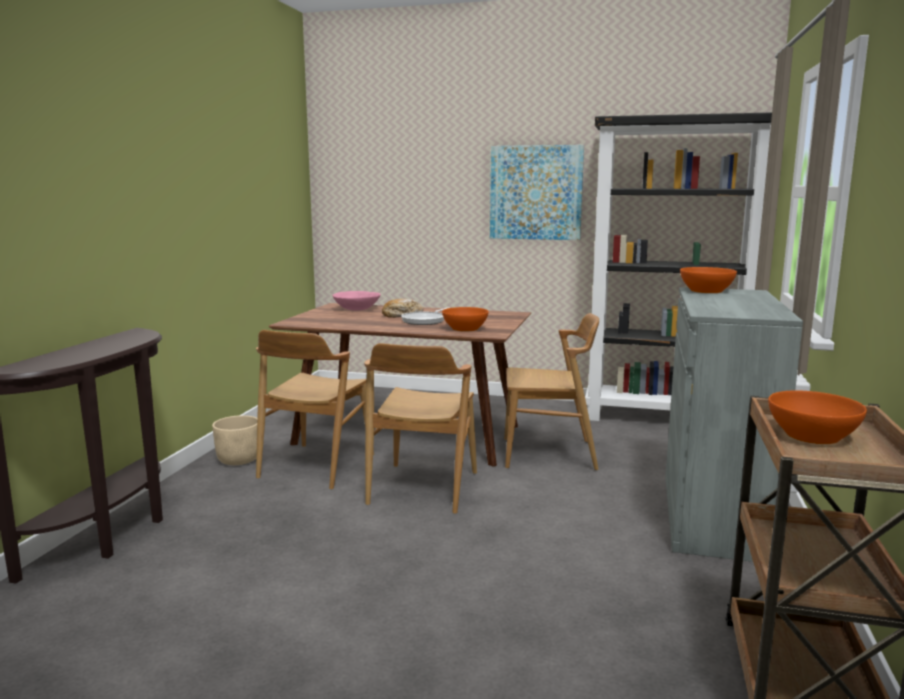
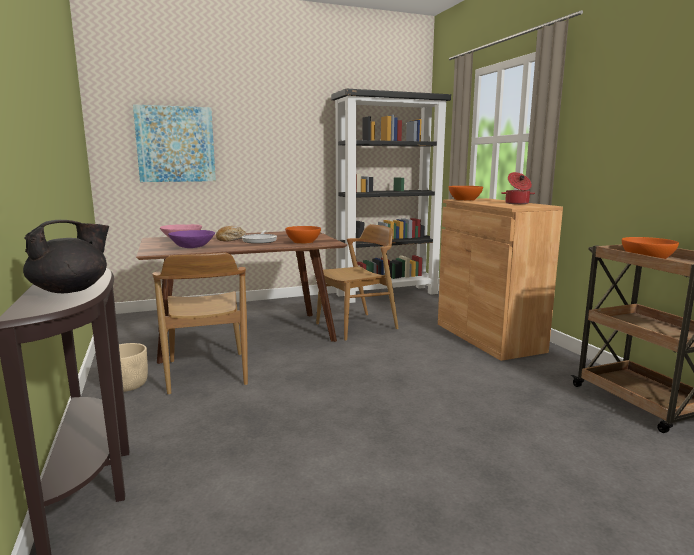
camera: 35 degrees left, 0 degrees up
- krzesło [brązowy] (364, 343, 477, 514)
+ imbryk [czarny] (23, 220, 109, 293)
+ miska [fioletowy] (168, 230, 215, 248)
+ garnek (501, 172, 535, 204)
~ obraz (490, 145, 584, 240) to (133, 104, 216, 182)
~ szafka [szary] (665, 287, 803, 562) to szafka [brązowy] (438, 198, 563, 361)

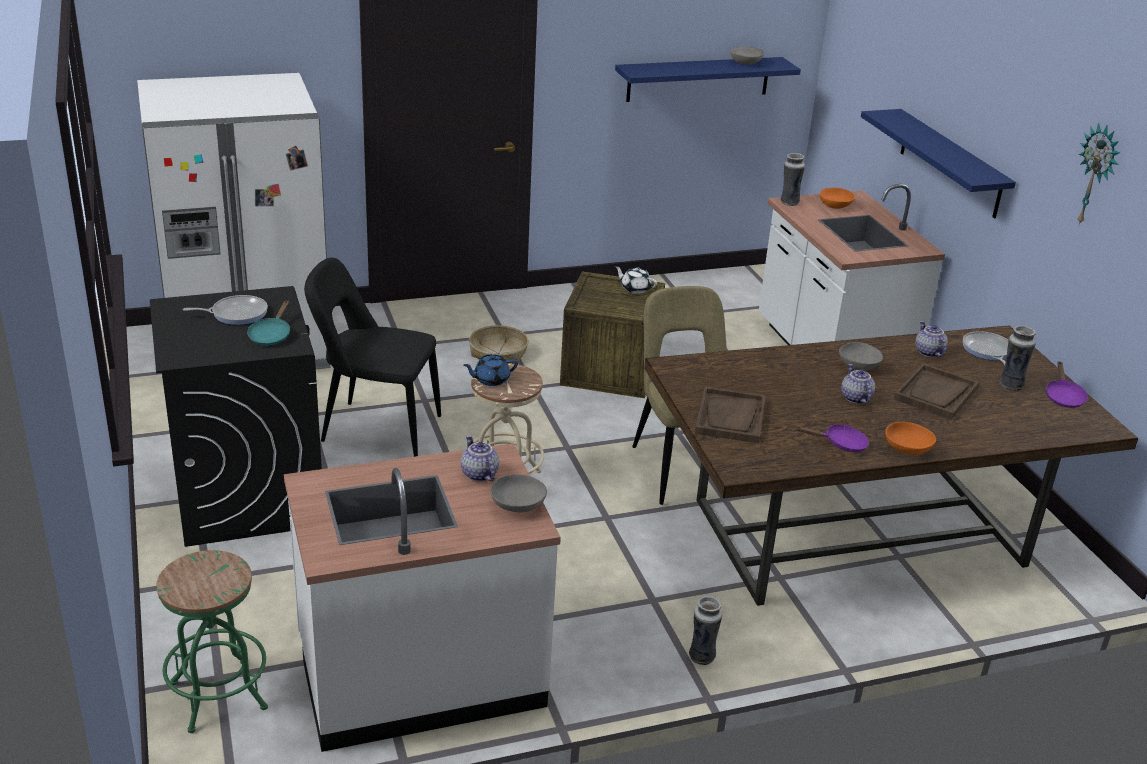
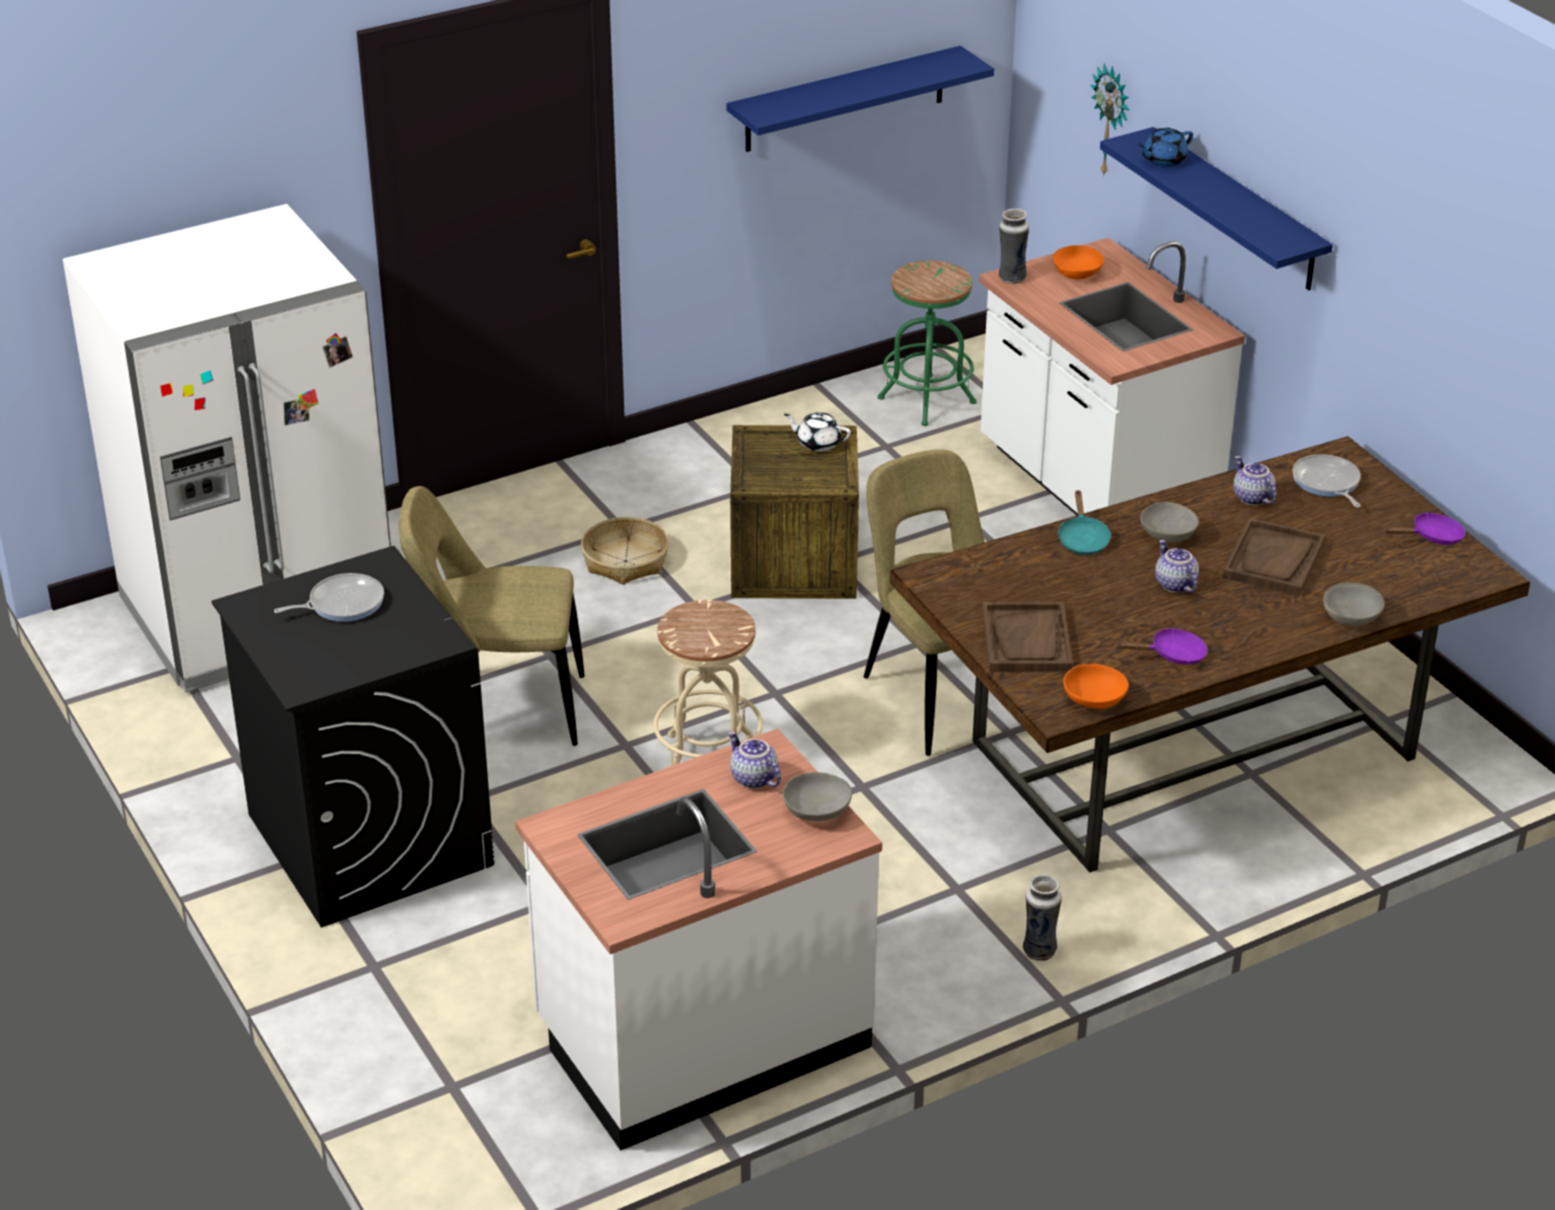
camera: 10 degrees left, 5 degrees up
- wazon (999, 325, 1036, 391)
~ stołek [zielony] (157, 550, 268, 733) to (878, 261, 977, 426)
~ patelnia [turkusowy] (247, 300, 290, 346) to (1057, 490, 1111, 555)
~ imbryk [niebieski] (463, 354, 518, 386) to (1137, 127, 1193, 167)
~ miska [szary] (731, 47, 764, 65) to (1323, 583, 1385, 626)
~ miska [pomarańczowy] (885, 422, 936, 455) to (1063, 664, 1129, 709)
~ zegar ścienny (1077, 123, 1120, 225) to (1091, 63, 1129, 177)
~ krzesło [czarny] (304, 258, 441, 457) to krzesło [beżowy] (399, 486, 585, 746)
~ patelnia [fioletowy] (1045, 361, 1088, 408) = (1383, 512, 1466, 545) 105 degrees counterclockwise

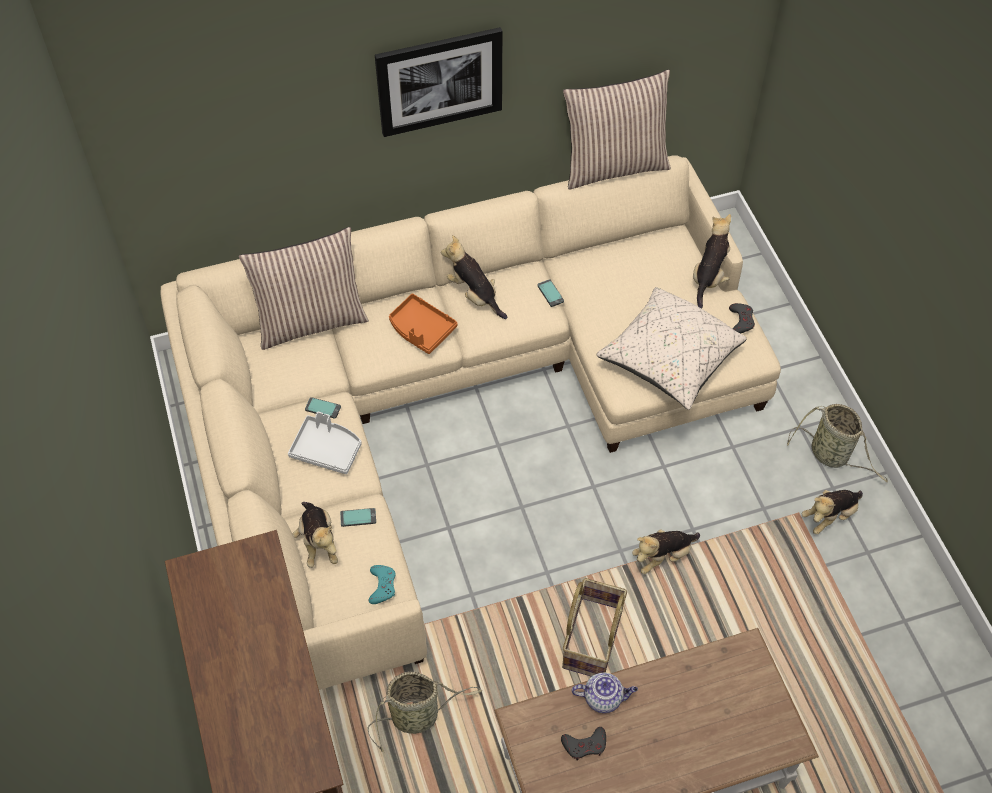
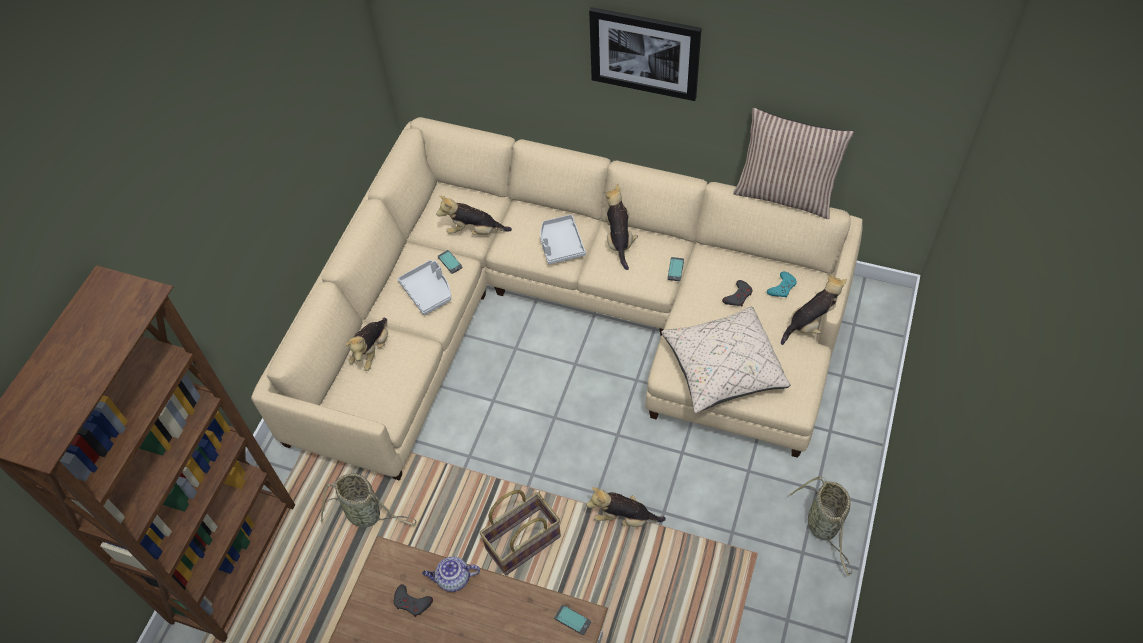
camera: 40 degrees right, 0 degrees up
- poduszka (239, 227, 369, 350)
~ telefon (340, 508, 376, 527) to (554, 605, 591, 635)
~ pad do gier [turkusowy] (368, 565, 396, 604) to (767, 271, 797, 298)
~ pad do gier [szary] (729, 303, 755, 334) to (722, 280, 752, 307)
~ pluszak (802, 490, 863, 534) to (436, 196, 512, 235)
~ taca [pomarańczowy] (389, 293, 458, 354) to taca [szary] (540, 215, 586, 264)
~ imbryk (572, 673, 638, 713) = (422, 556, 480, 592) 135 degrees clockwise

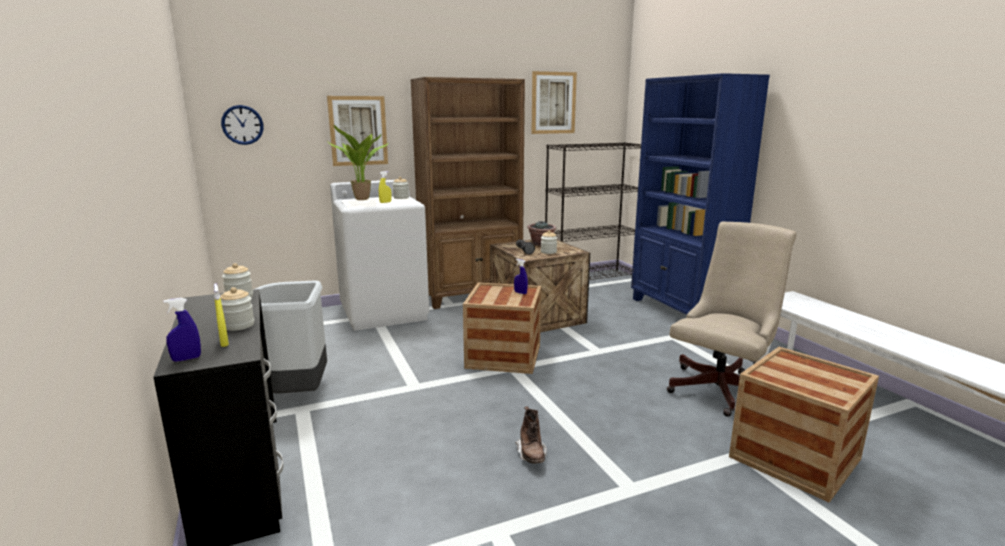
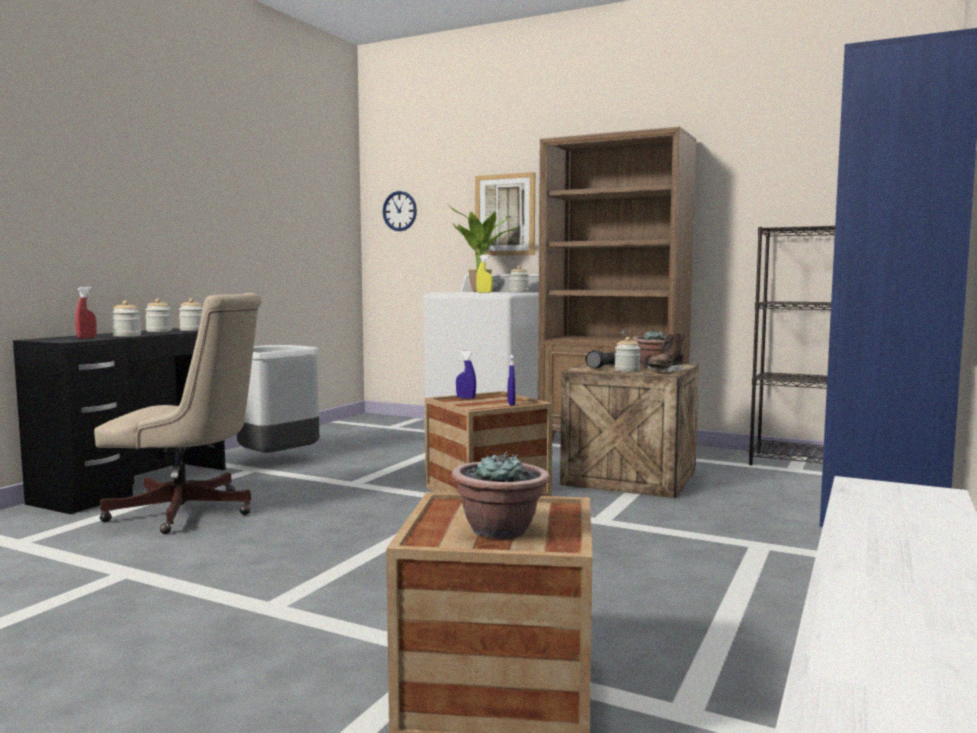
camera: 50 degrees right, 10 degrees down
- obraz (531, 71, 577, 134)
+ słoik (145, 298, 172, 332)
+ roślina doniczkowa (451, 451, 550, 540)
~ spryskiwacz [niebieski] (163, 298, 201, 362) to (456, 350, 476, 399)
~ but z cholewką [brązowy] (515, 406, 547, 464) to (647, 332, 685, 372)
~ krzesło biurowe [beżowy] (667, 222, 796, 417) to (94, 293, 262, 534)
~ spryskiwacz [żółty] (214, 283, 229, 347) to spryskiwacz [czerwony] (75, 287, 97, 339)

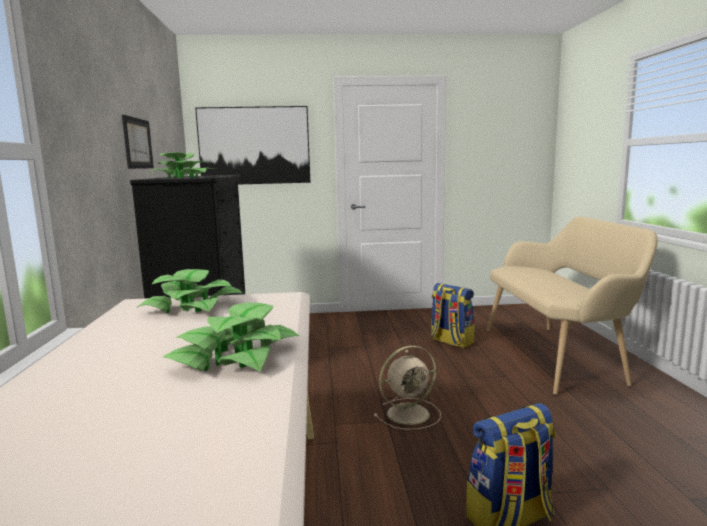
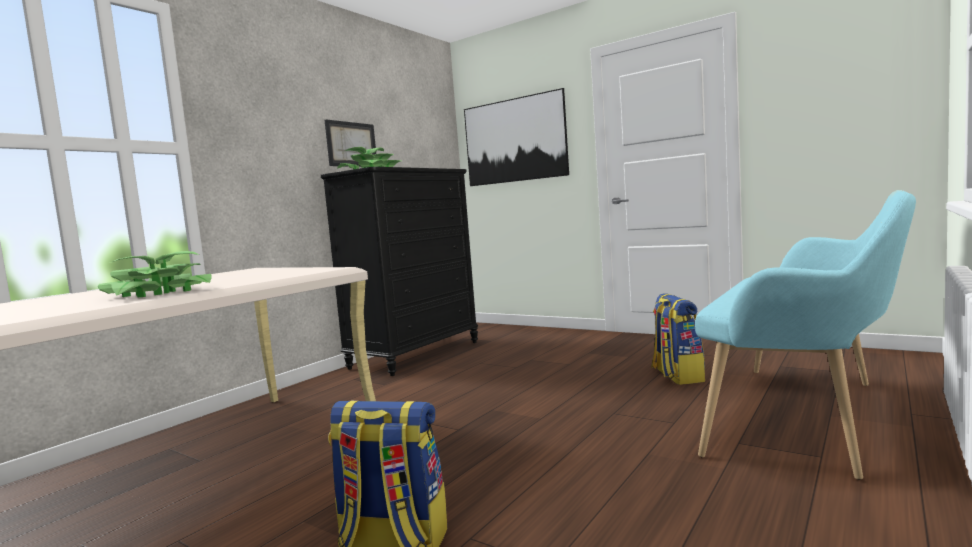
camera: 40 degrees right, 5 degrees down
- roślina doniczkowa (136, 269, 242, 313)
- wentylator [beżowy] (374, 346, 441, 430)
~ ławka [beżowy] (487, 216, 658, 395) to ławka [turkusowy] (695, 190, 916, 480)

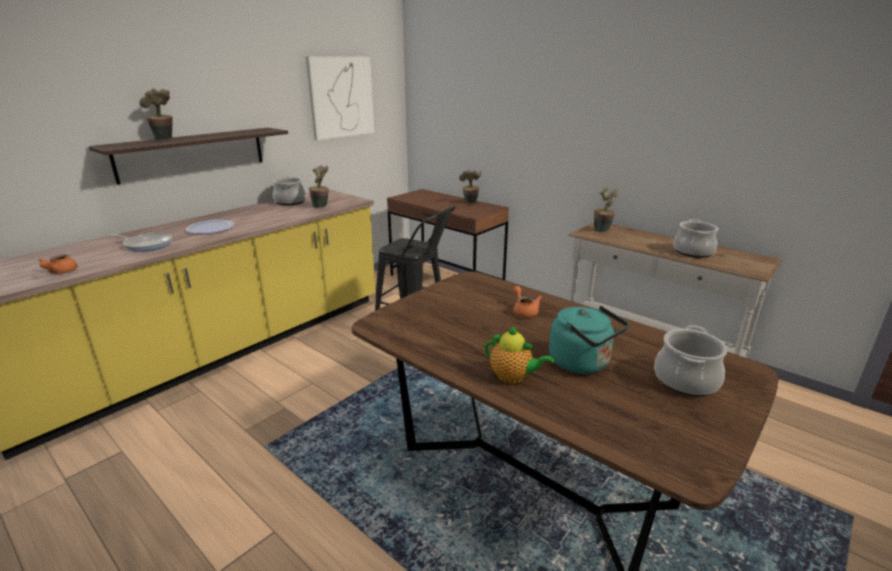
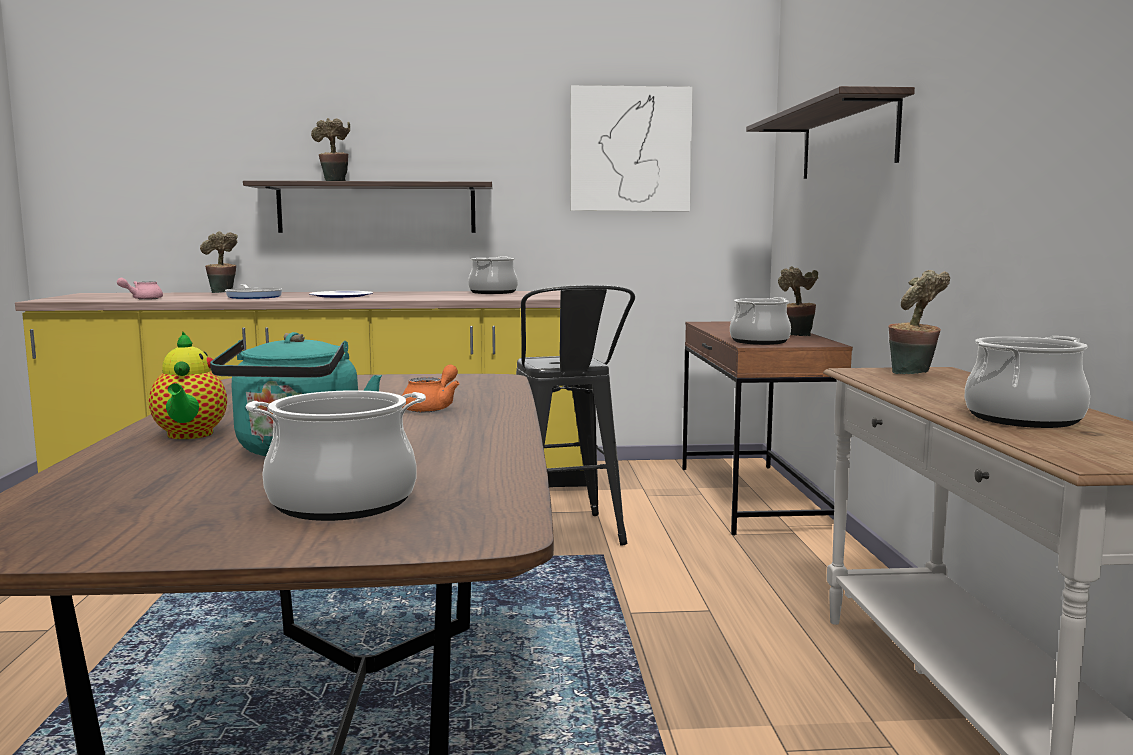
camera: 45 degrees right, 15 degrees down
+ garnek (730, 297, 791, 345)
+ półka (746, 86, 915, 179)
~ roślina doniczkowa (309, 166, 329, 208) to (200, 231, 238, 293)
~ imbryk [pomarańczowy] (39, 254, 78, 274) to imbryk [różowy] (117, 278, 163, 300)

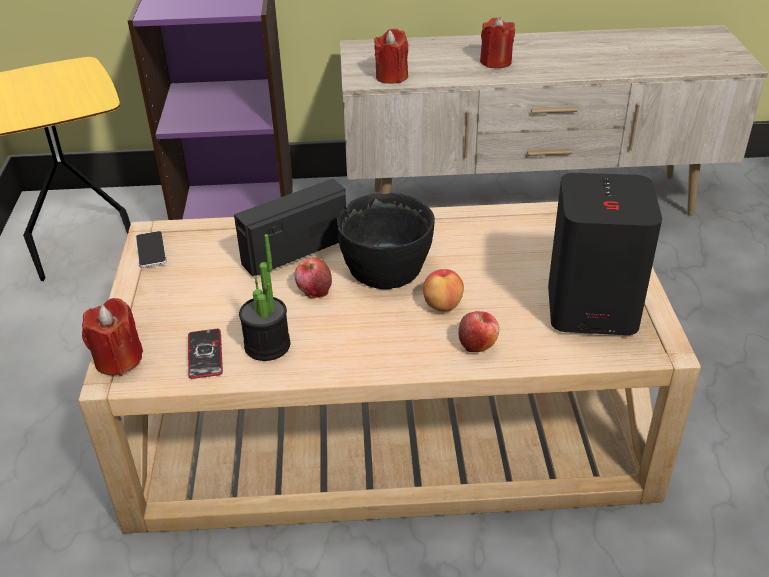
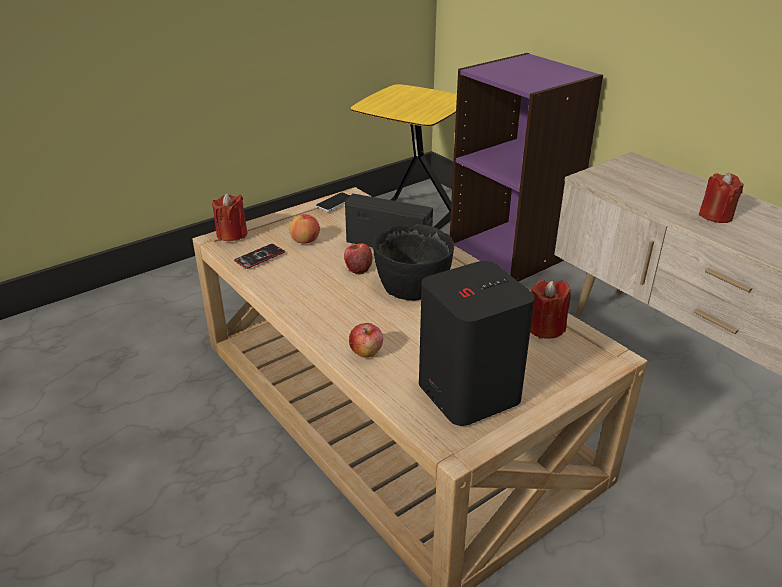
camera: 55 degrees right, 5 degrees down
- roślina doniczkowa (239, 234, 290, 361)
~ świeca [czerwony] (374, 29, 408, 84) to (530, 280, 571, 339)
~ jabłko (423, 269, 464, 311) to (289, 214, 320, 244)

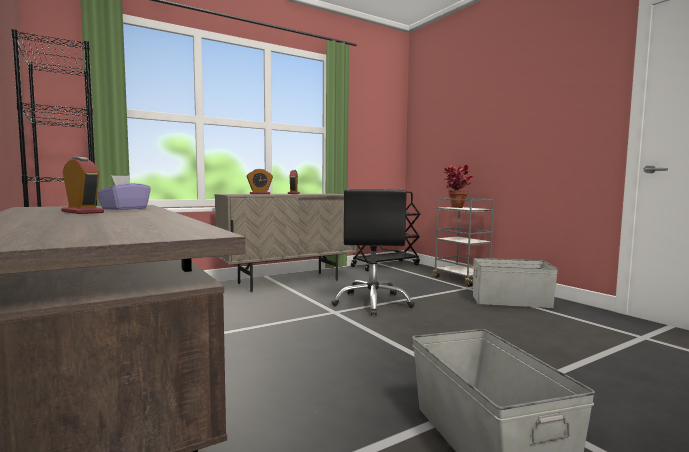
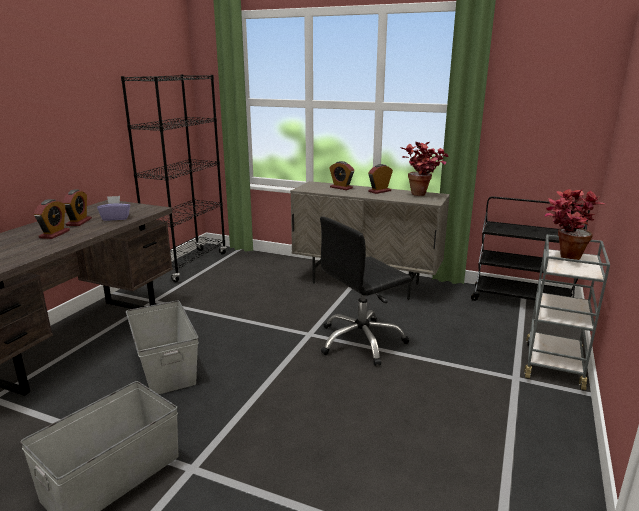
camera: 55 degrees right, 15 degrees up
+ budzik (34, 199, 70, 239)
+ roślina doniczkowa (400, 142, 449, 196)
~ pojemnik do przechowywania [szary] (473, 258, 558, 308) to (126, 301, 199, 394)

